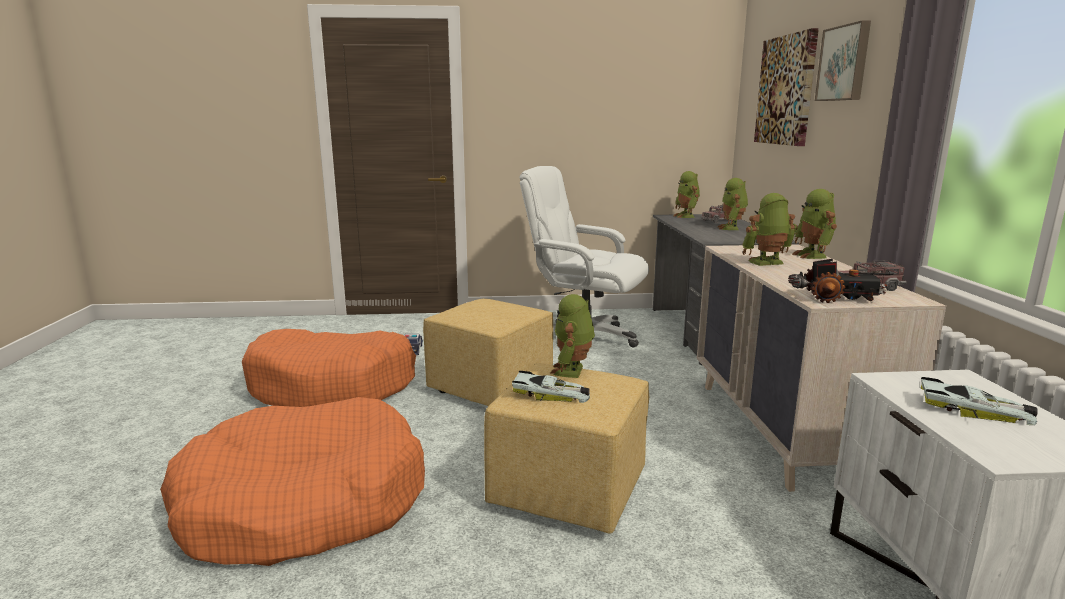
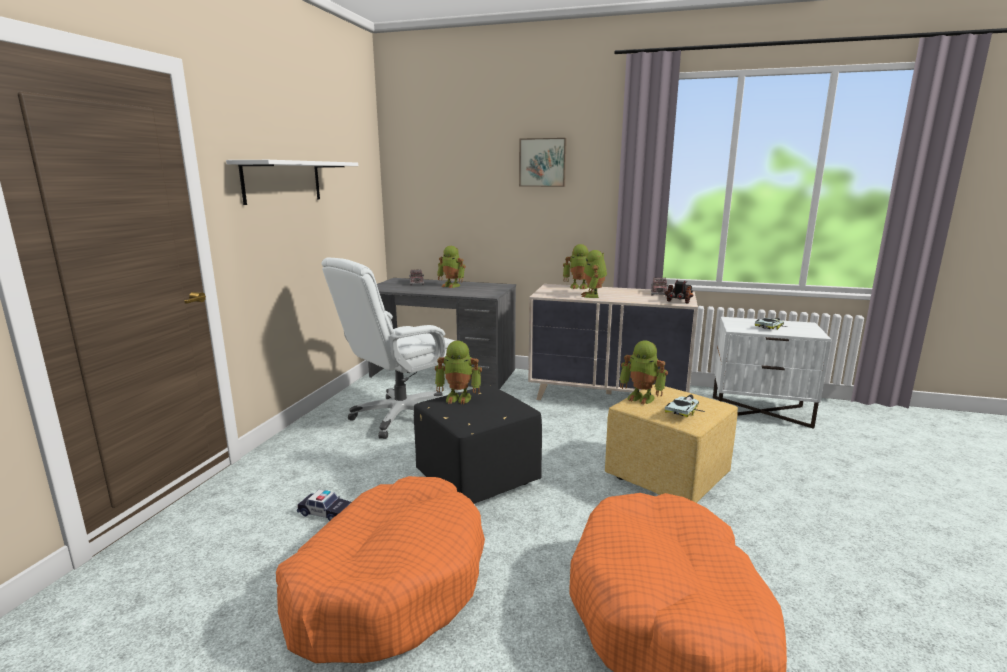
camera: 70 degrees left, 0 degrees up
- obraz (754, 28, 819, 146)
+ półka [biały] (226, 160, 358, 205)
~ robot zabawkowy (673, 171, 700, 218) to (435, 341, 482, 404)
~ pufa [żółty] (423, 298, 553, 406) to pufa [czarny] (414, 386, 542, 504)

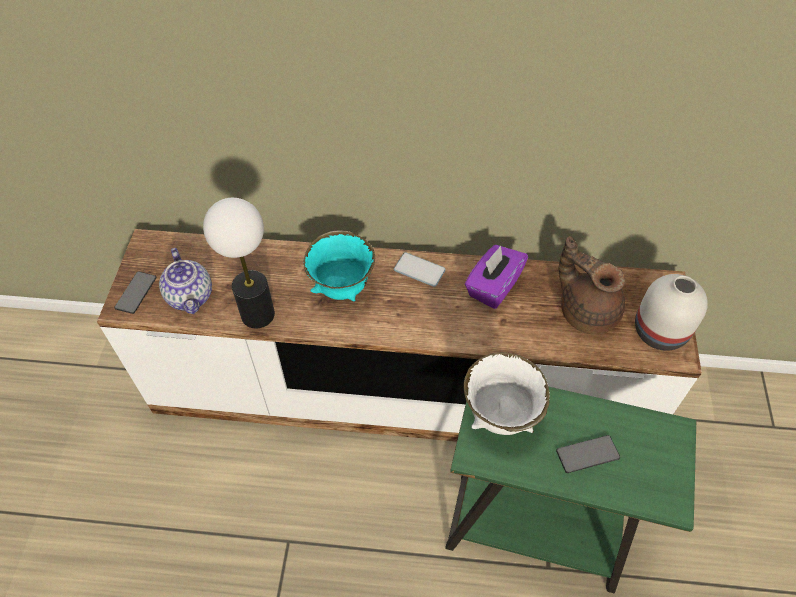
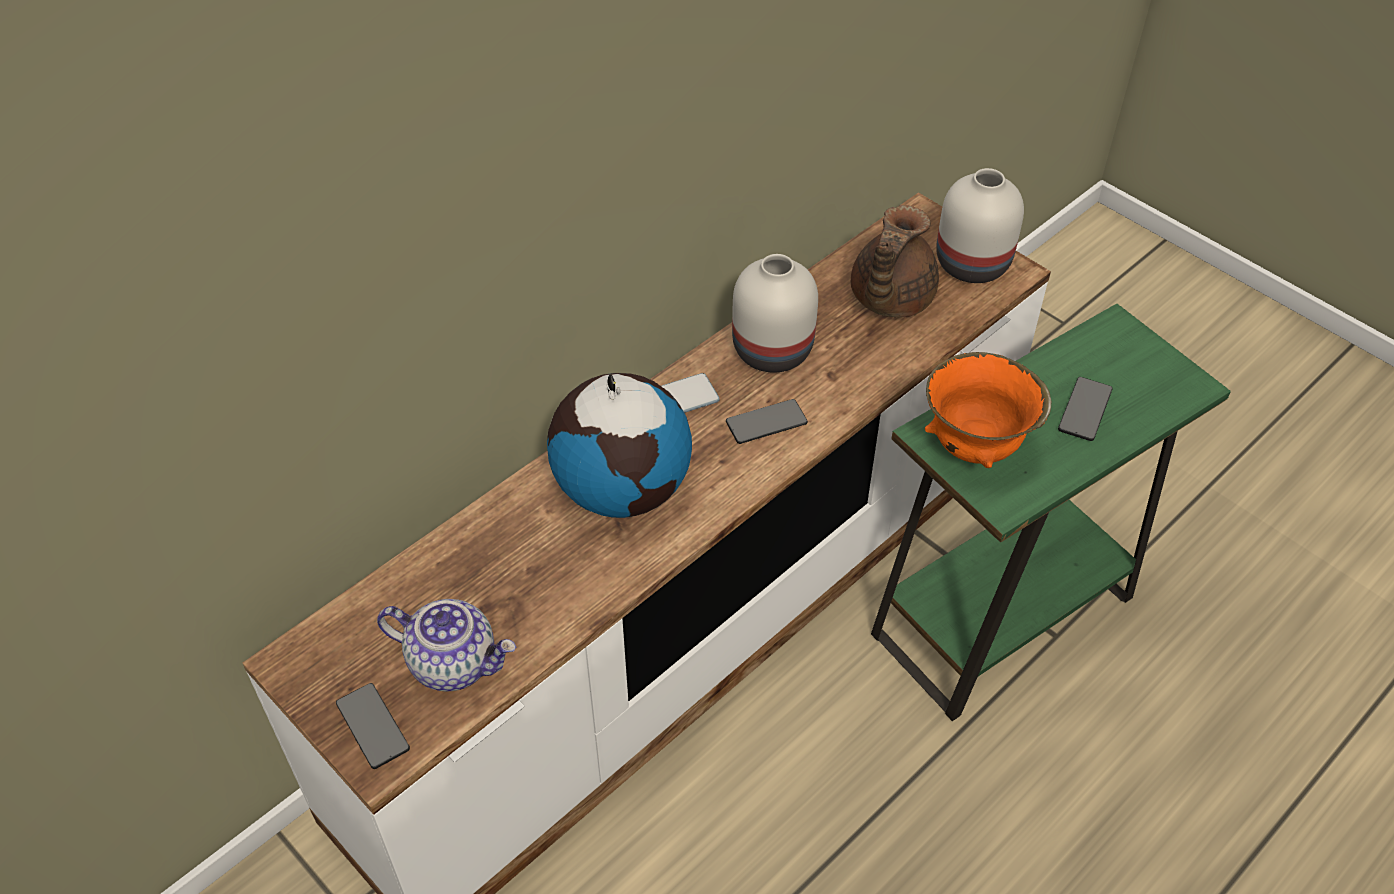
camera: 50 degrees left, 5 degrees down
- lampa stołowa (203, 198, 275, 328)
+ telefon (726, 399, 808, 444)
~ miska [turkusowy] (303, 230, 375, 301) to globus (547, 373, 692, 518)
~ pudełko chusteczek [fioletowy] (465, 245, 528, 309) to wazon [biały] (732, 254, 818, 373)
~ miska [biały] (464, 352, 550, 435) to miska [pomarańczowy] (925, 352, 1052, 468)
~ imbryk [brązowy] (559, 236, 625, 334) = (851, 205, 939, 317) 60 degrees counterclockwise

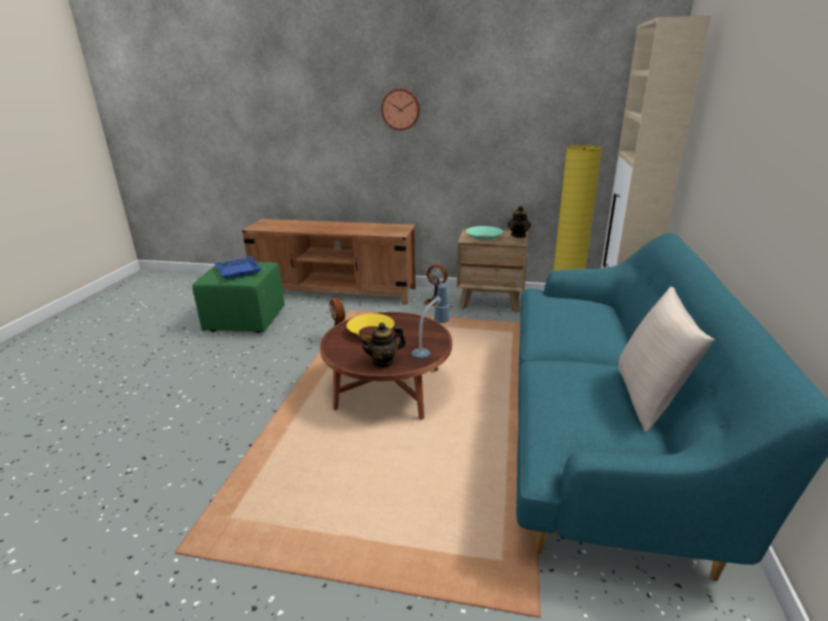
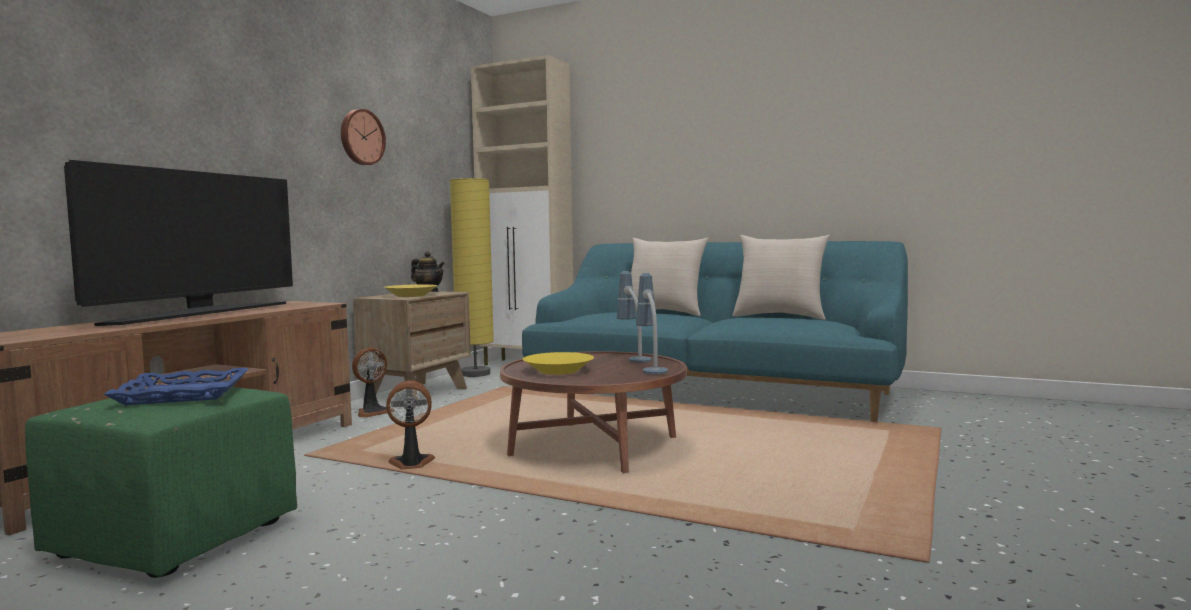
camera: 75 degrees left, 20 degrees down
+ telewizor (64, 160, 293, 326)
+ poduszka [beżowy] (631, 237, 709, 316)
~ zegar ścienny (381, 89, 420, 130) to (341, 109, 386, 165)
~ imbryk (359, 323, 406, 368) to lampa stołowa (636, 273, 668, 374)
~ miska [turkusowy] (466, 226, 503, 241) to miska [żółty] (384, 284, 438, 297)

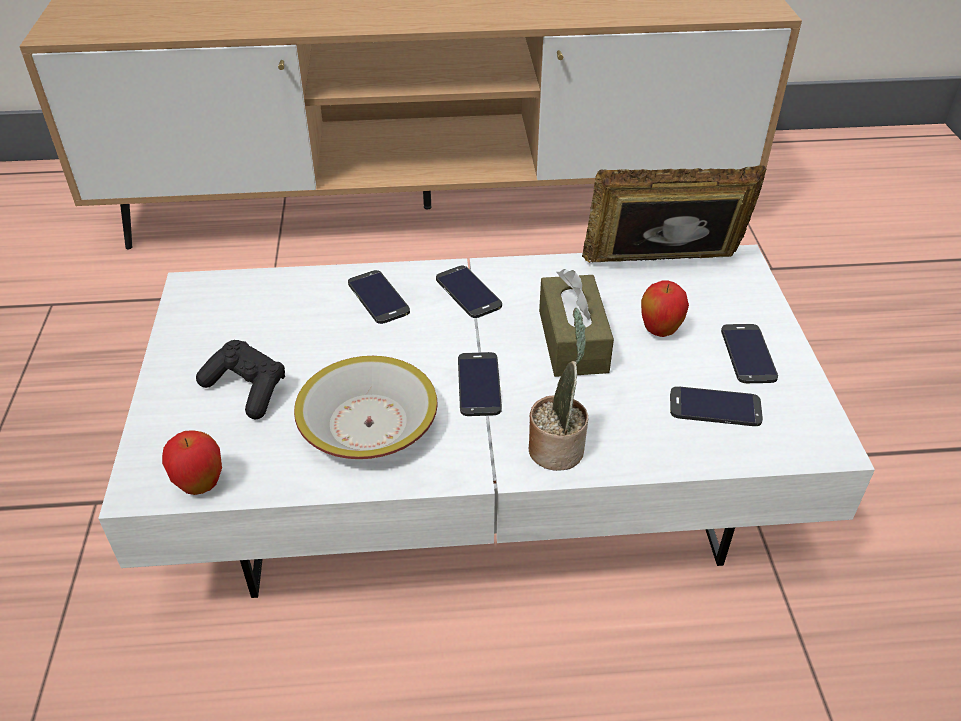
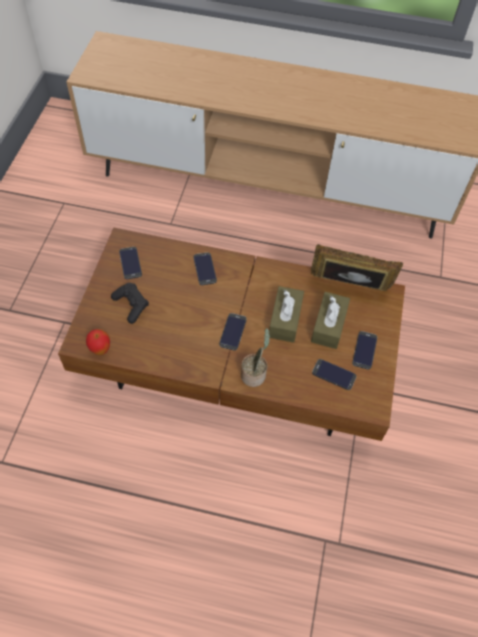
camera: 15 degrees right, 15 degrees up
- miska (294, 356, 438, 459)
~ telefon (436, 266, 502, 318) to (119, 247, 142, 279)
~ jabłko (641, 280, 689, 337) to pudełko chusteczek [brązowy] (311, 292, 350, 349)
~ ława [biały] (98, 245, 875, 598) to ława [brązowy] (58, 227, 405, 441)

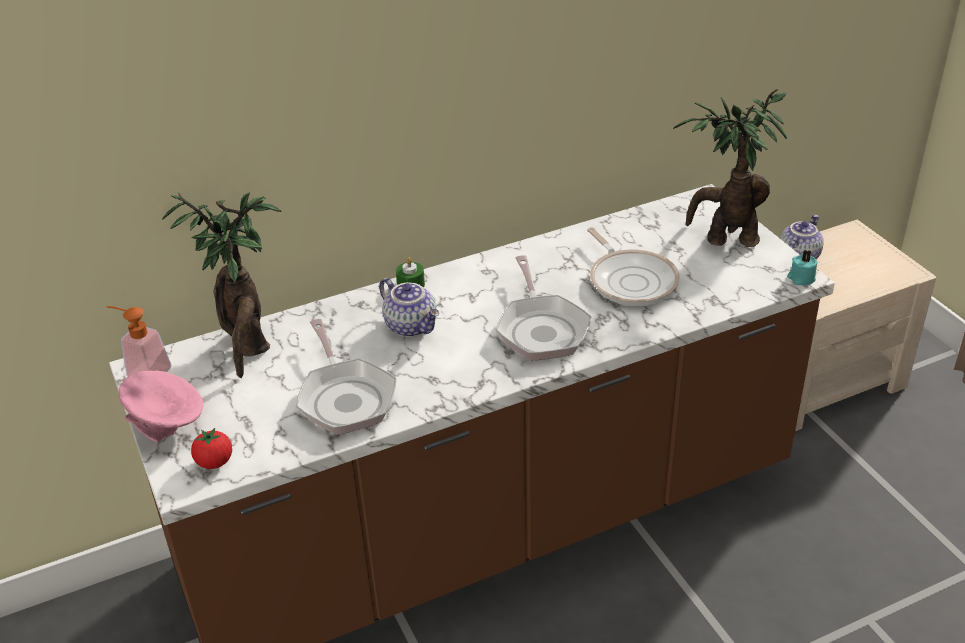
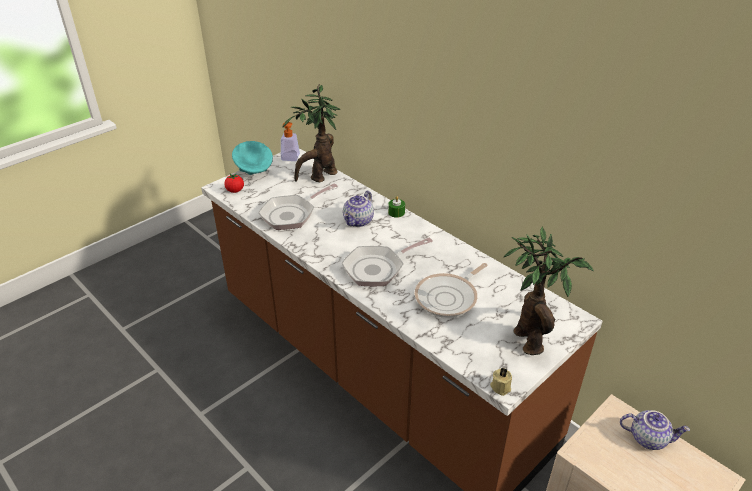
camera: 70 degrees right, 0 degrees up
~ miska [różowy] (119, 370, 203, 443) to miska [turkusowy] (232, 141, 273, 175)
~ świeca [turkusowy] (787, 250, 818, 285) to świeca [beżowy] (490, 367, 512, 396)

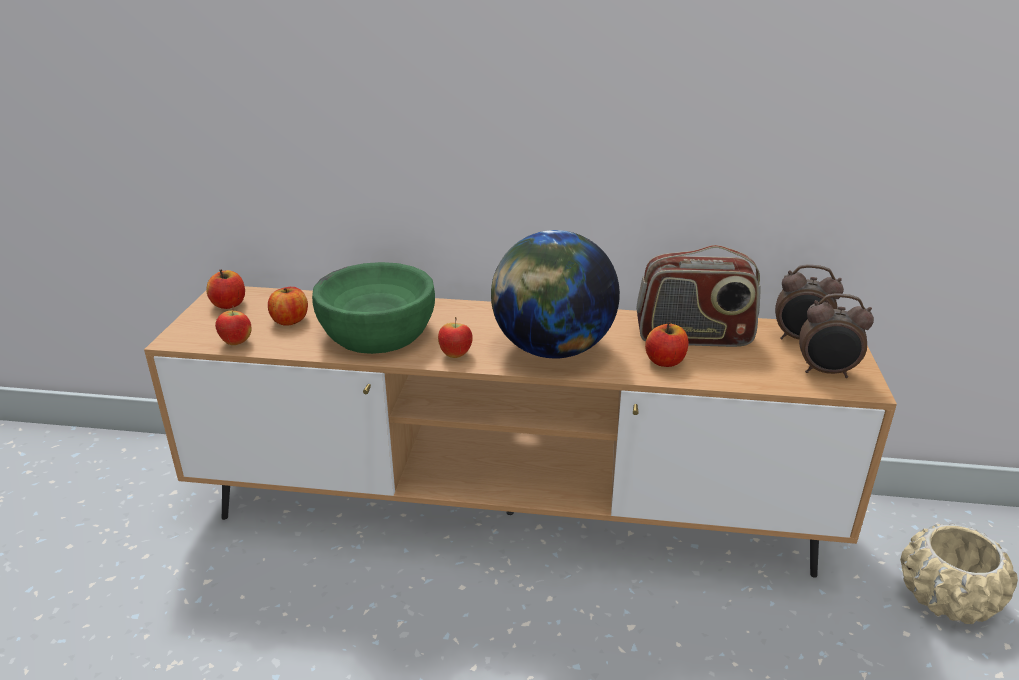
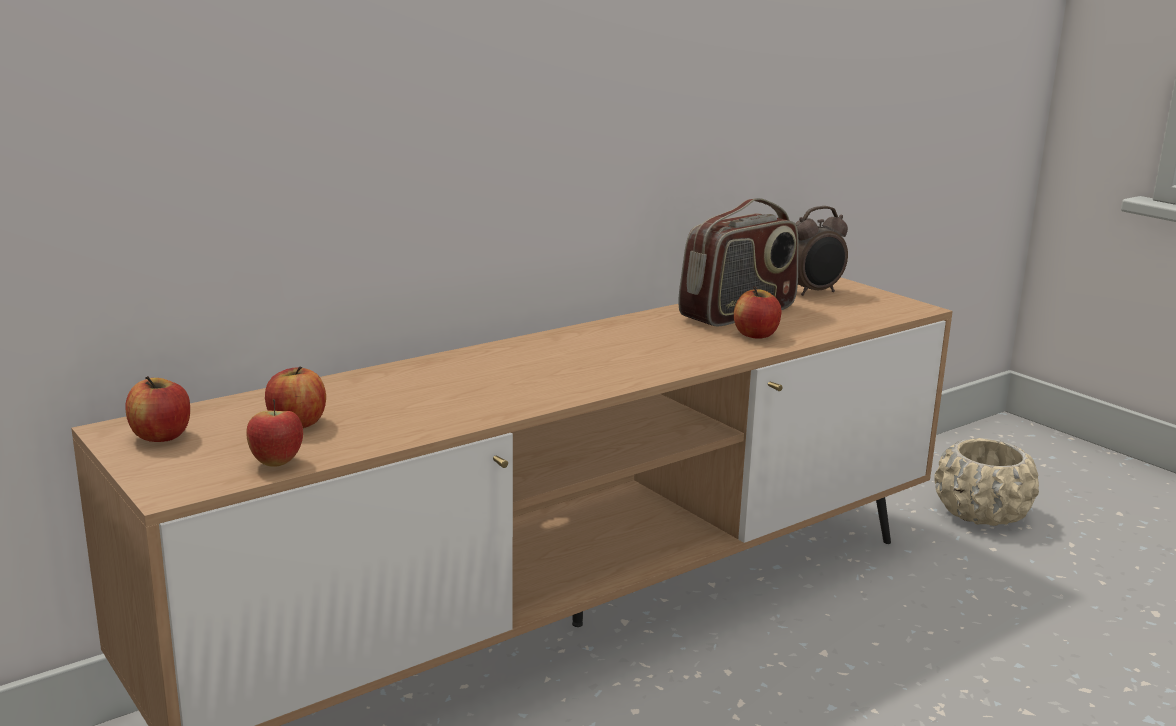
camera: 45 degrees left, 10 degrees down
- miska [zielony] (312, 262, 435, 354)
- jabłko (438, 317, 473, 358)
- globus (491, 230, 620, 359)
- budzik (799, 294, 874, 378)

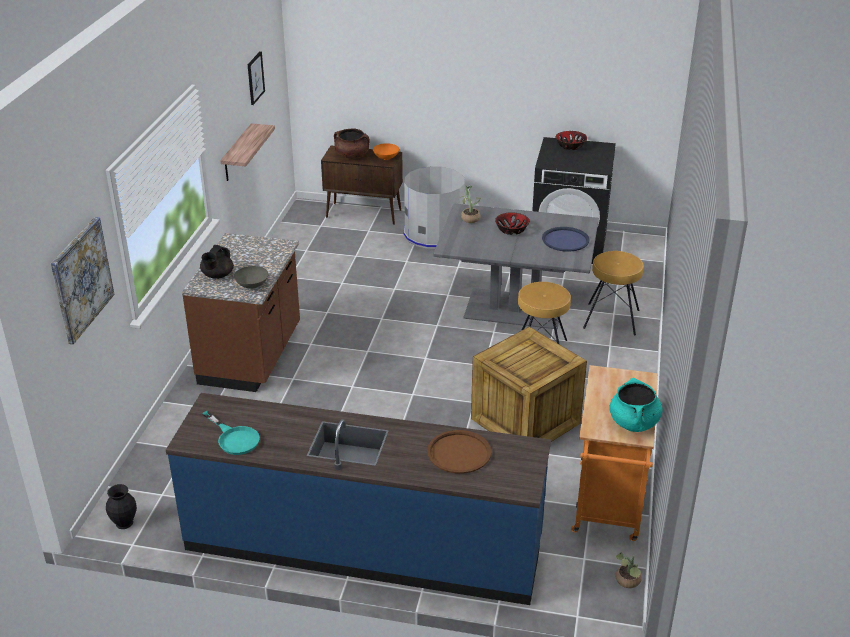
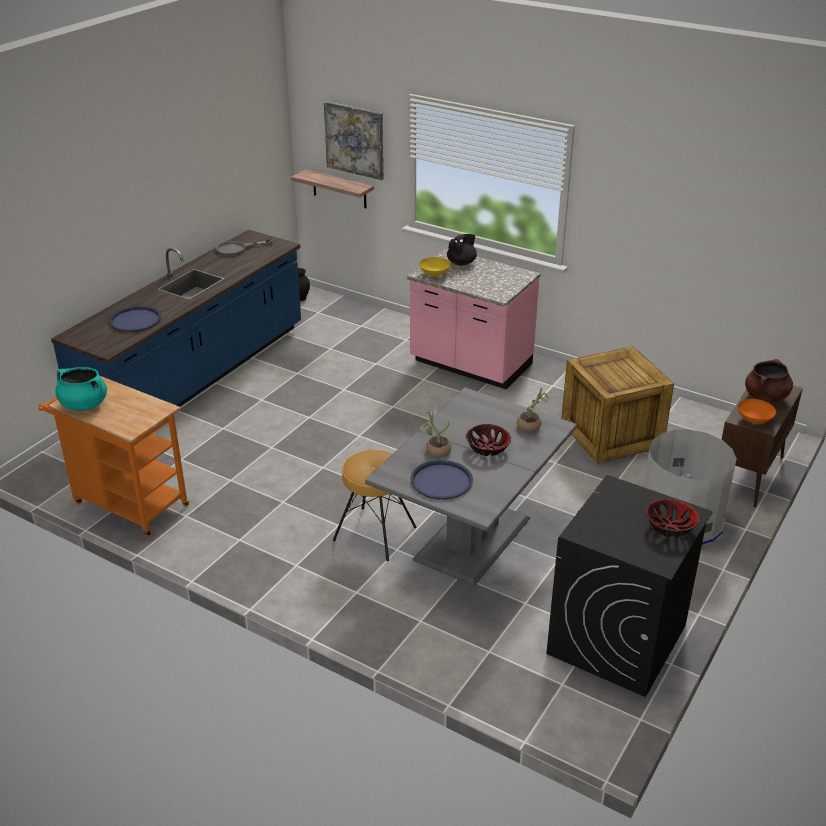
camera: 110 degrees right, 0 degrees up
- obraz (248, 51, 265, 105)
- stołek [brązowy] (583, 251, 643, 336)
~ półka (220, 123, 275, 181) to (291, 169, 374, 208)
~ skrzynka (471, 327, 587, 442) to (561, 346, 674, 464)
~ roślina doniczkowa (615, 552, 642, 588) to (418, 408, 451, 457)
~ zabudowa kuchenna [brązowy] (182, 233, 300, 392) to zabudowa kuchenna [różowy] (407, 248, 541, 389)
~ patelnia [turkusowy] (202, 410, 260, 455) to patelnia [szary] (216, 239, 273, 256)
~ miska [szary] (234, 266, 269, 289) to miska [żółty] (419, 257, 451, 277)
~ taca [brązowy] (427, 430, 491, 474) to taca [niebieski] (109, 306, 161, 332)
~ imbryk [czarny] (200, 245, 234, 279) = (447, 234, 477, 265) 90 degrees clockwise

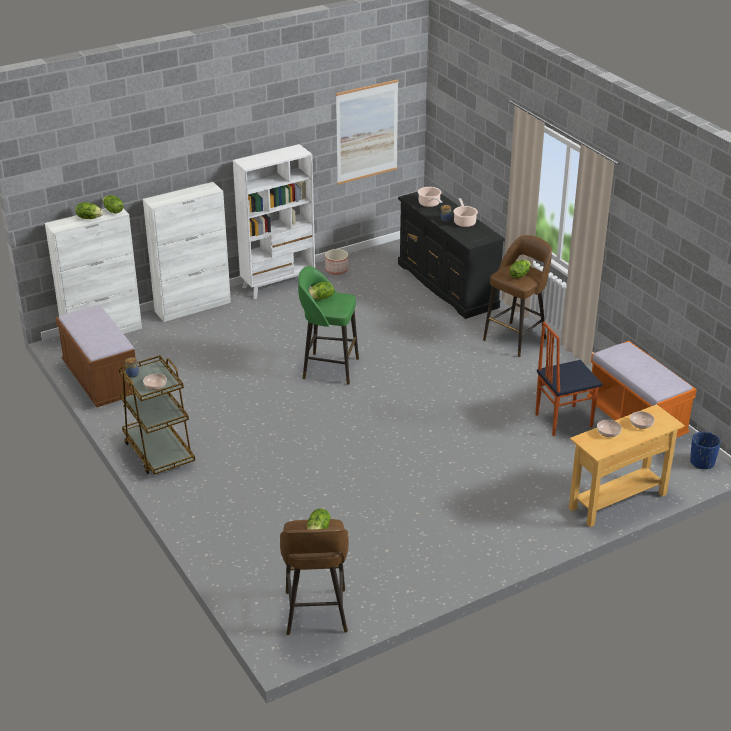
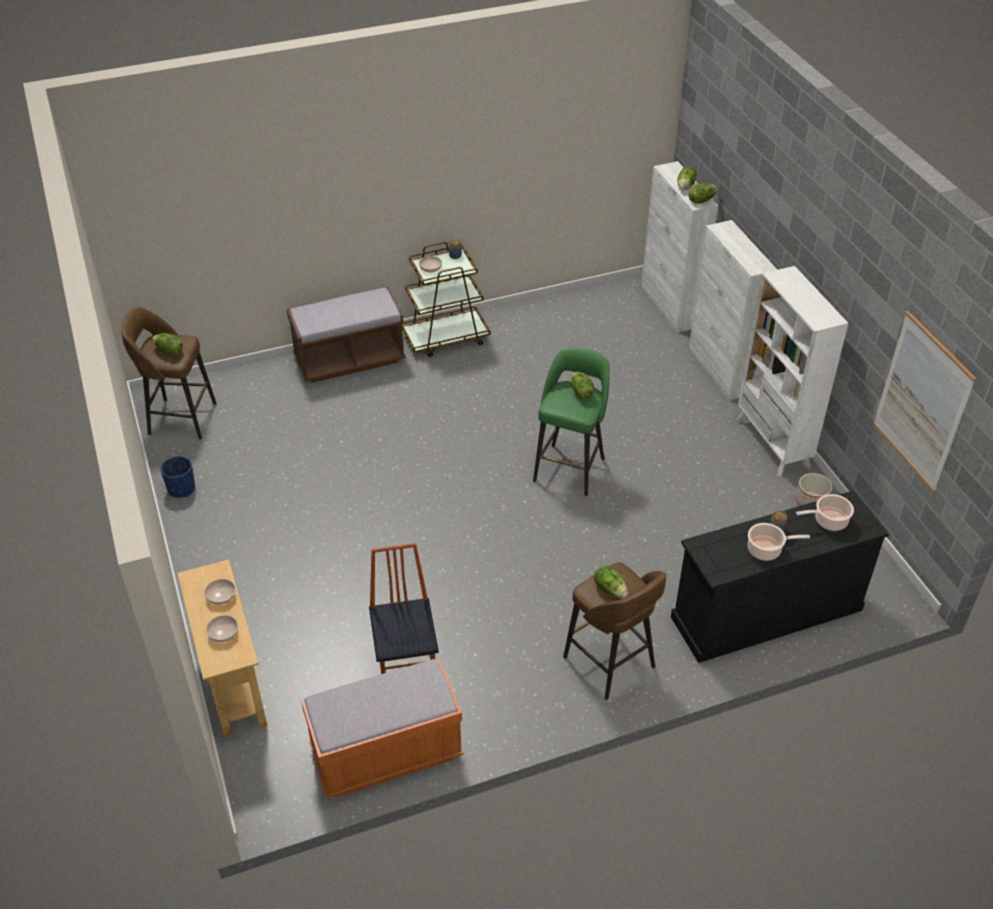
camera: 100 degrees right, 10 degrees up
~ ławka [brązowy] (55, 305, 135, 407) to (287, 287, 406, 383)
~ donica [niebieski] (690, 431, 721, 469) to (160, 456, 195, 498)

